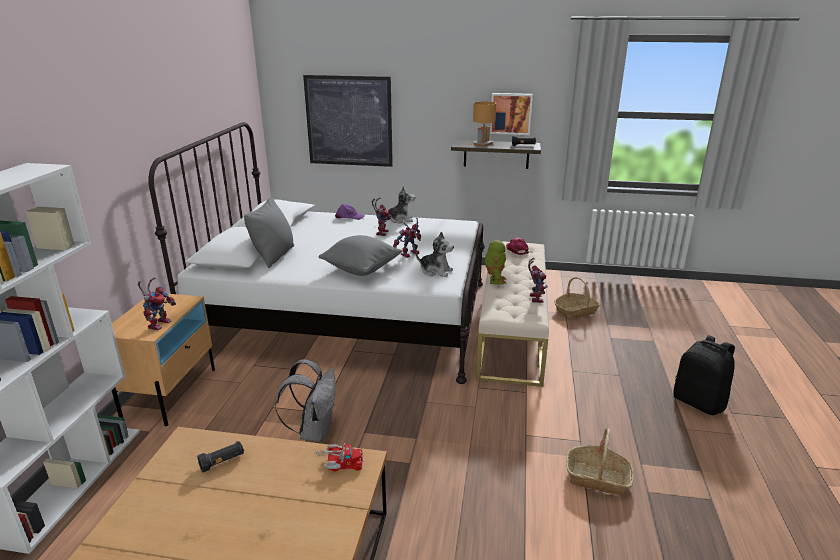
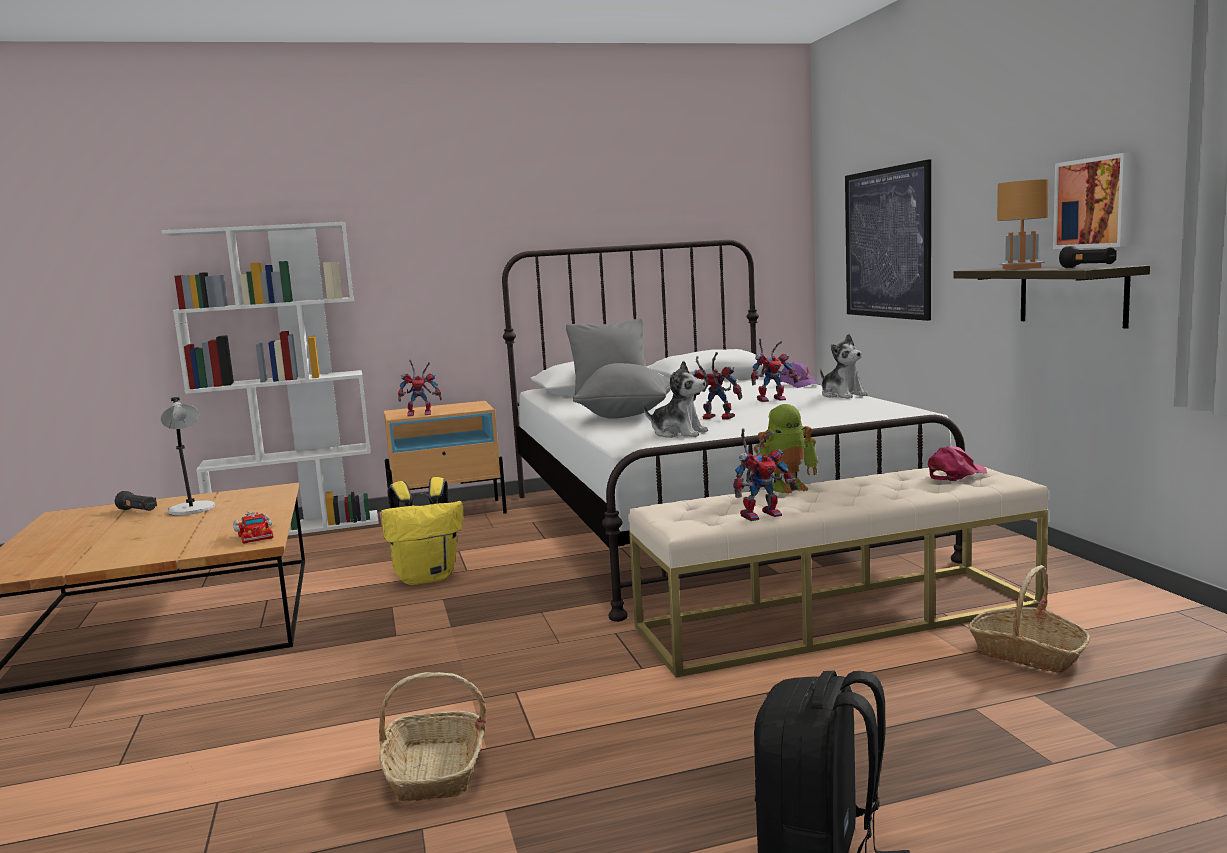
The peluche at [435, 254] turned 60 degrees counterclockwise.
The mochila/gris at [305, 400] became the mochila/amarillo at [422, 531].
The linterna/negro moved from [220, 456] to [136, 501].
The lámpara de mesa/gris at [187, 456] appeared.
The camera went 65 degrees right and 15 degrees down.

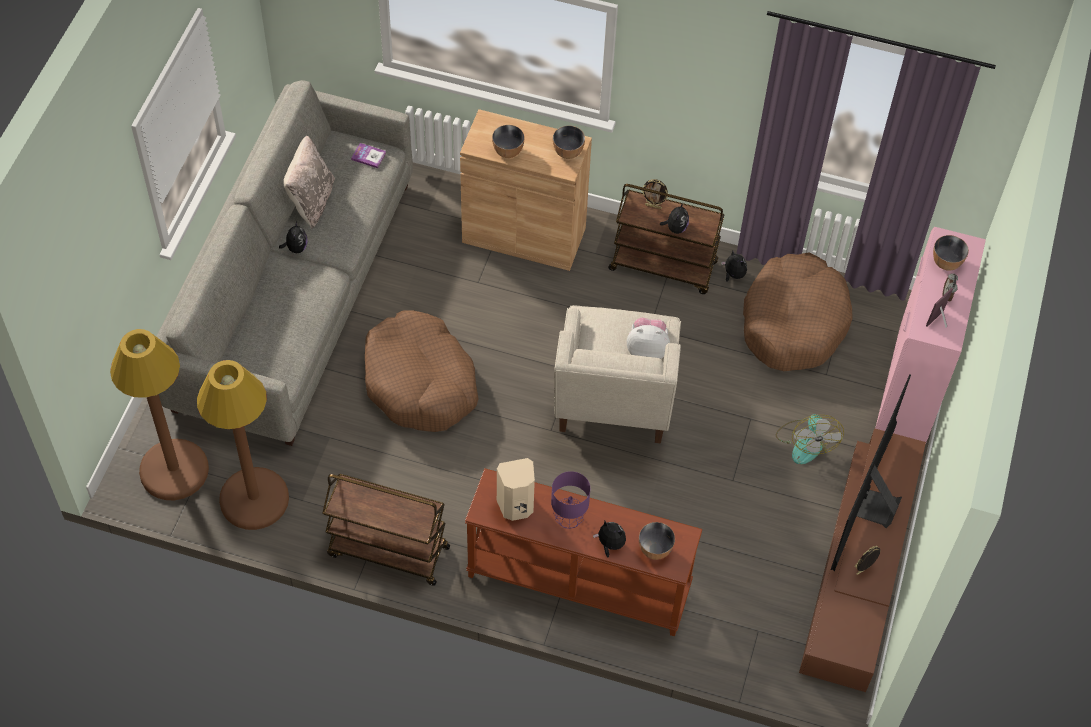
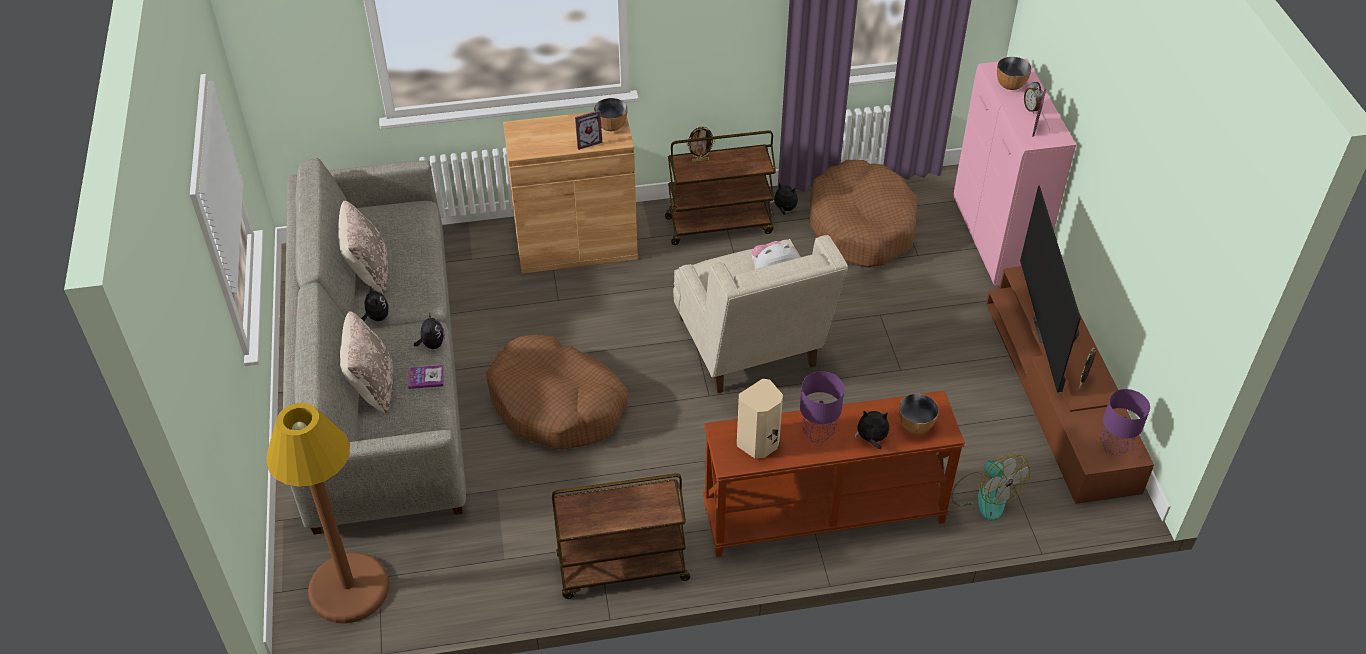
The cuenco at [508, 141] disappeared.
The libro moved from [368, 155] to [426, 377].
The peluche moved from [674, 218] to [429, 331].
The lámpara de pie/marrón at [243, 445] disappeared.
The ventilador moved from [810, 439] to [990, 487].
The portarretratos at [588, 130] appeared.
The cojín/beis at [366, 363] appeared.
The lámpara de mesa/morado at [1125, 422] appeared.
The camera went 25 degrees left and 10 degrees down.

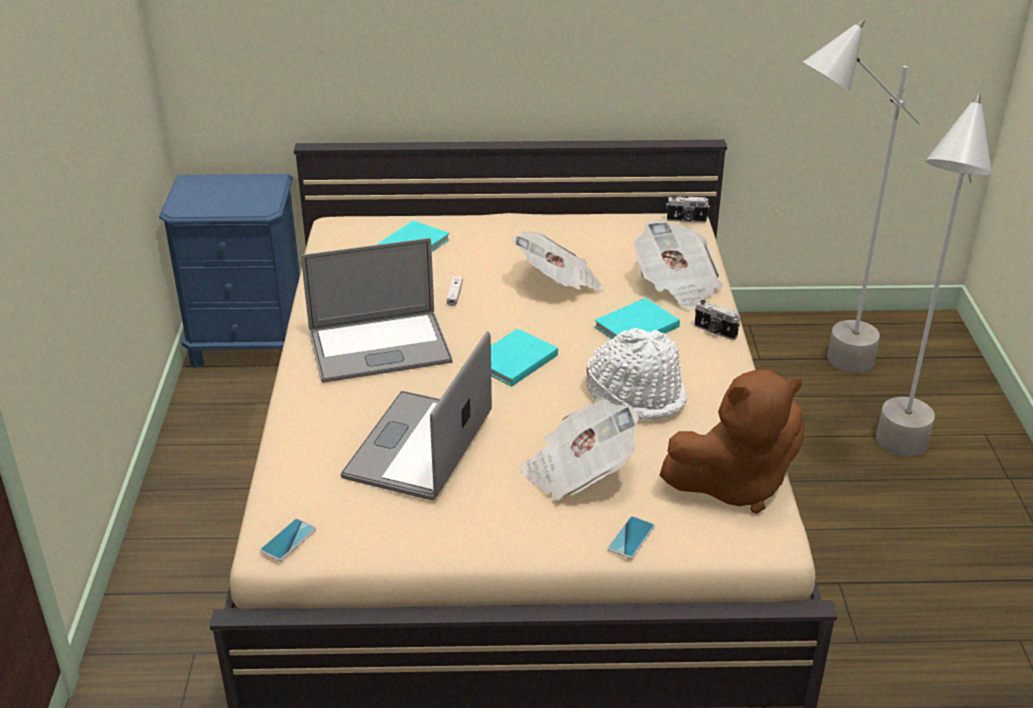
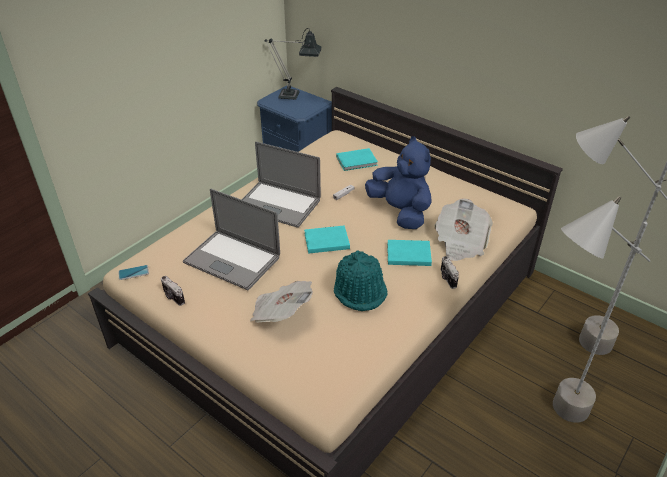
The cámara moved from [688, 209] to [173, 291].
The periódico at [558, 261] was replaced by the peluche/azul at [398, 182].
The sombrero/blanco at [636, 374] became the sombrero/turquesa at [361, 280].
The portátil at [416, 415] turned 120 degrees counterclockwise.
The peluche/marrón at [732, 441] disappeared.
The móvil at [631, 537] disappeared.
The lámpara de mesa at [293, 64] appeared.
The camera went 40 degrees right and 5 degrees up.

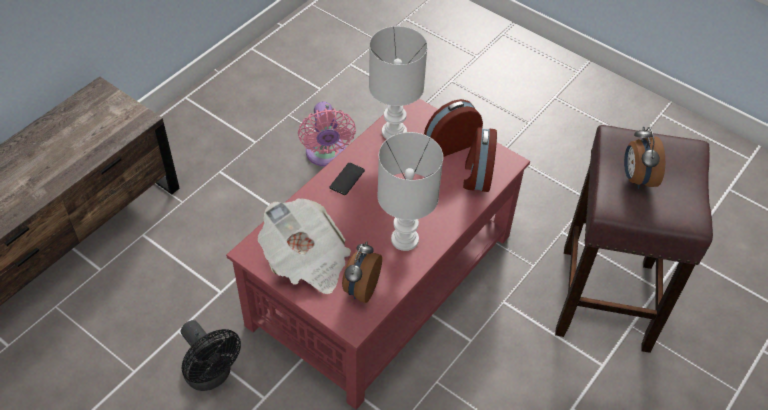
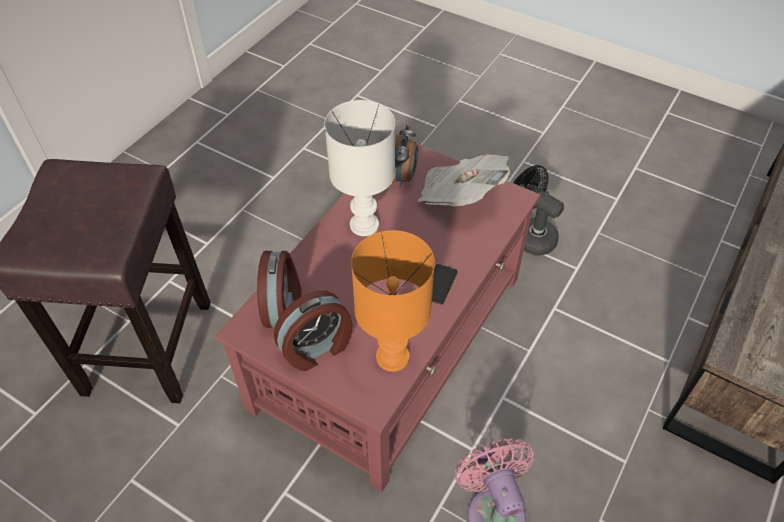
The lámpara de mesa/blanco at [398, 82] became the lámpara de mesa/naranja at [393, 301].
The despertador at [644, 158] disappeared.
The camera went 175 degrees right and 0 degrees up.

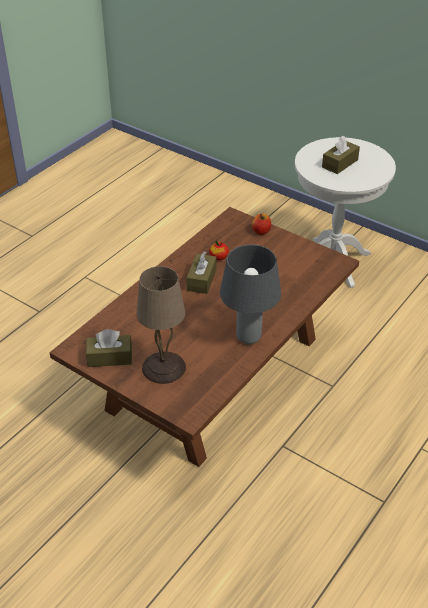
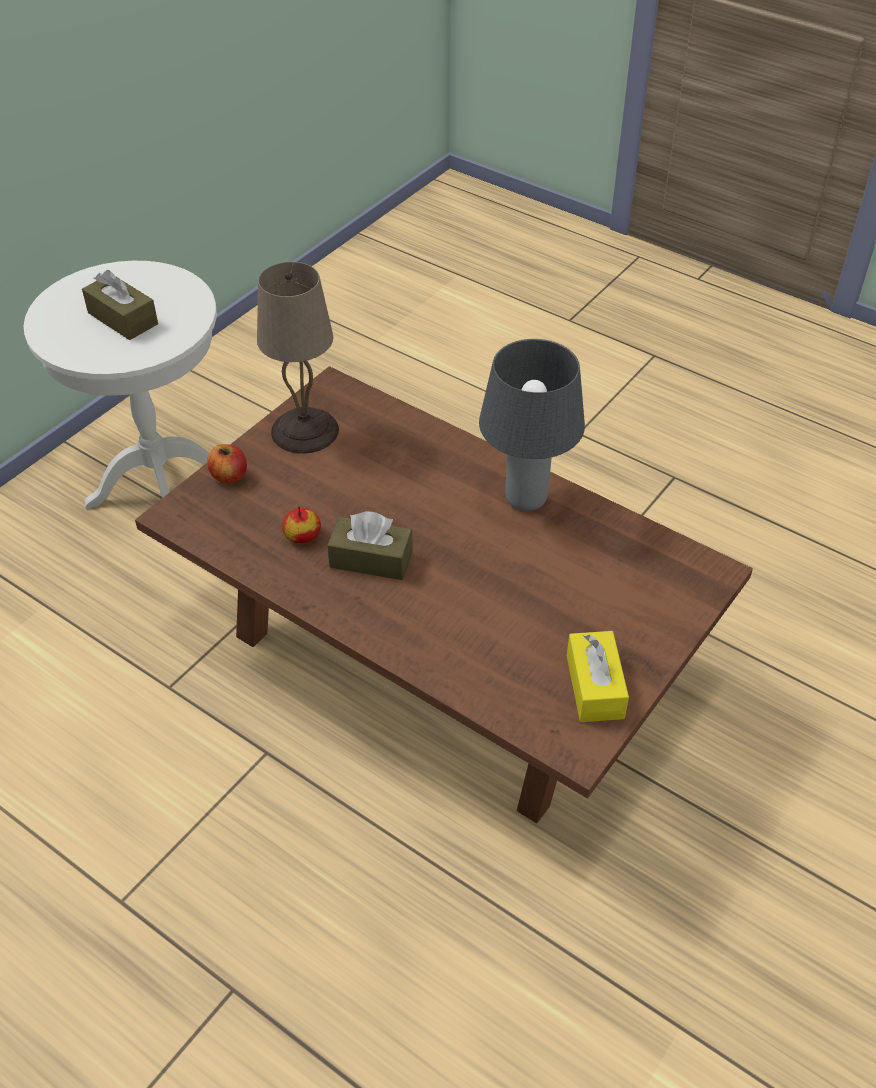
The lámpara de mesa/beis moved from [161, 325] to [298, 358].
The caja de pañuelos/marrón at [109, 348] became the caja de pañuelos/amarillo at [598, 676].
The camera went 90 degrees left and 5 degrees up.

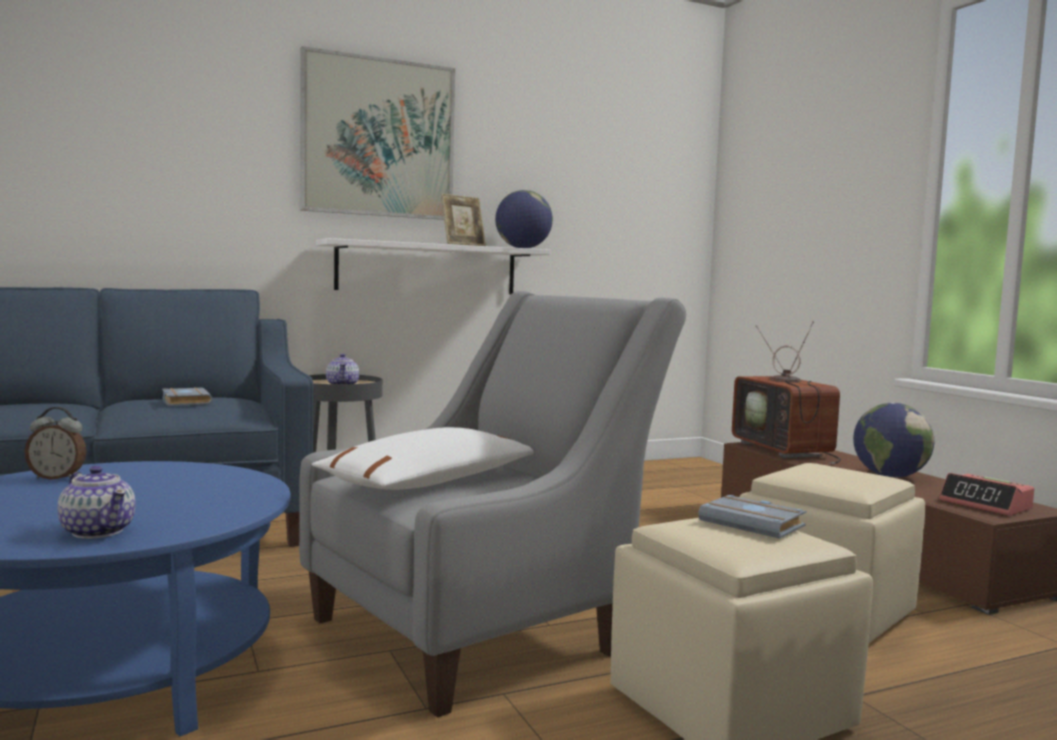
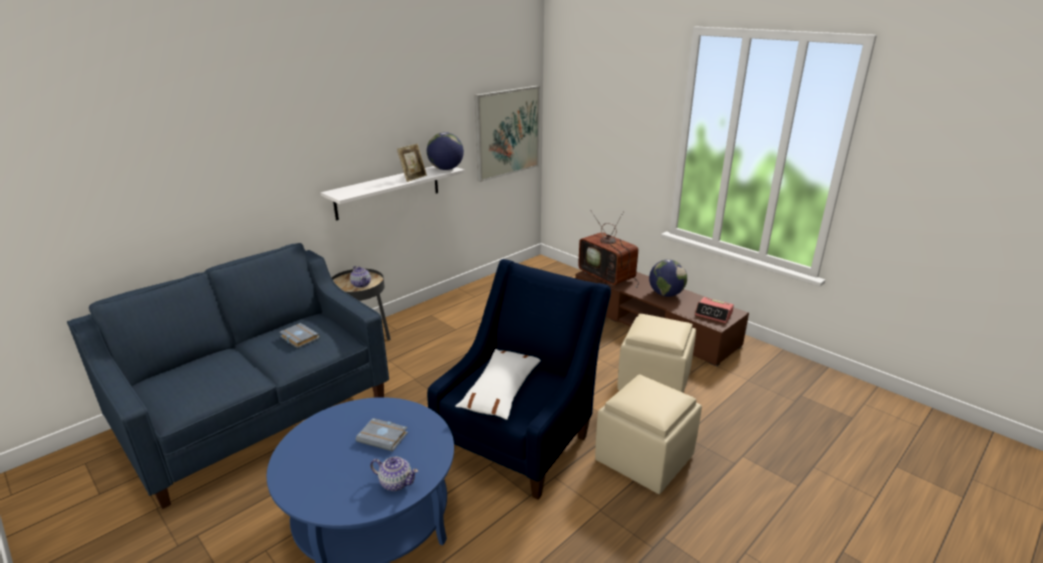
The cuadro moved from [377, 133] to [507, 134].
The sillón/gris at [492, 504] became the sillón/azul at [519, 379].
The despertador at [55, 443] disappeared.
The libro/gris moved from [752, 517] to [382, 435].
The camera went 20 degrees left and 20 degrees up.

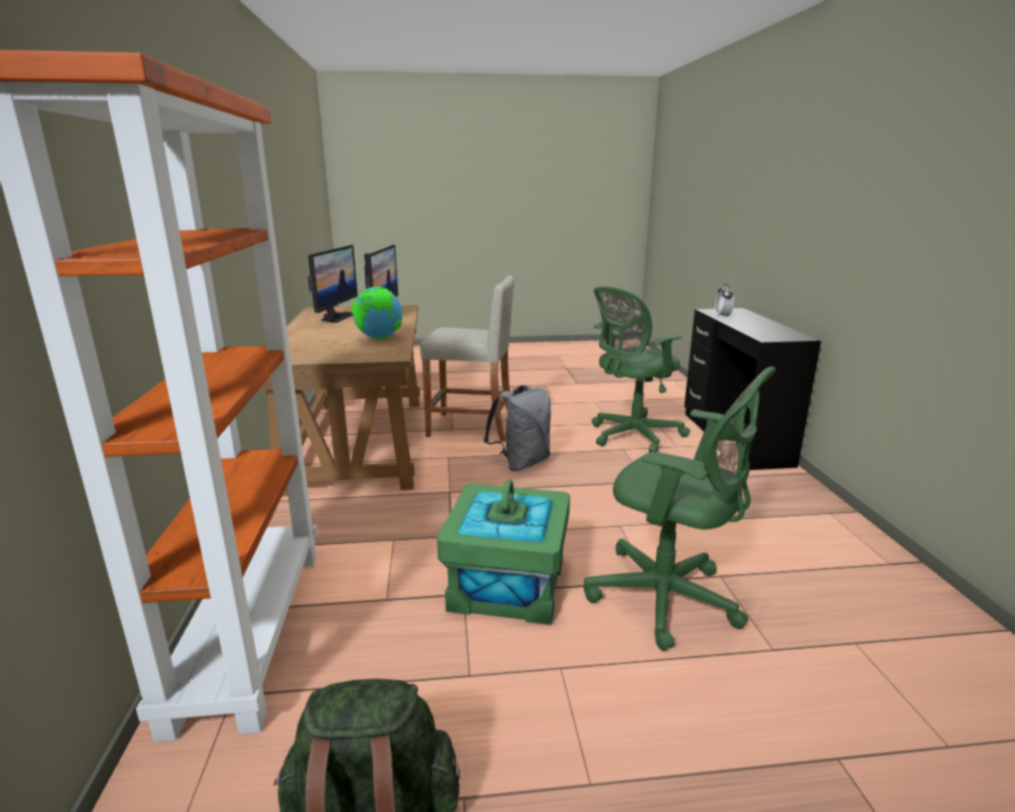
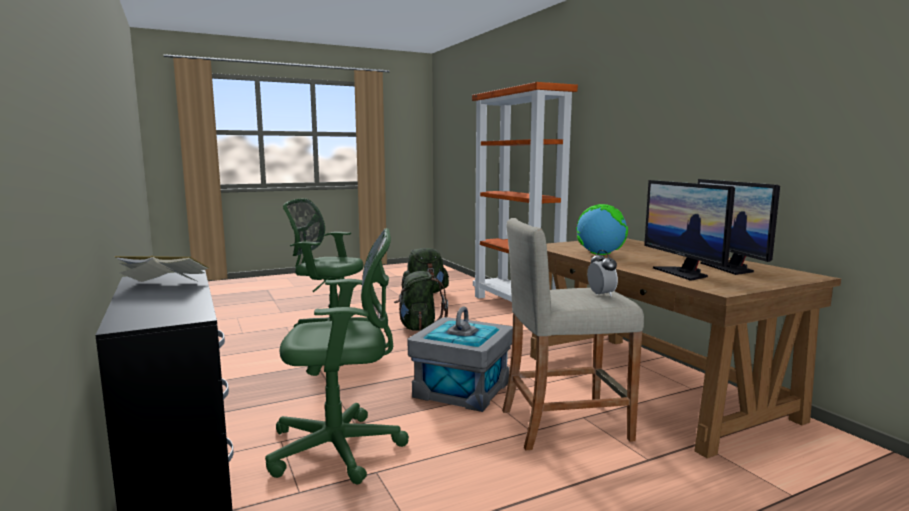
The despertador moved from [724, 301] to [602, 273].
The silla de oficina/verde at [640, 369] turned 45 degrees clockwise.
The mochila/gris at [517, 428] was replaced by the caja de almacenaje/gris at [460, 359].
The caja de almacenaje/verde at [503, 552] was replaced by the mochila/verde at [421, 301].
The libro at [161, 269] appeared.
The camera went 160 degrees right and 10 degrees down.

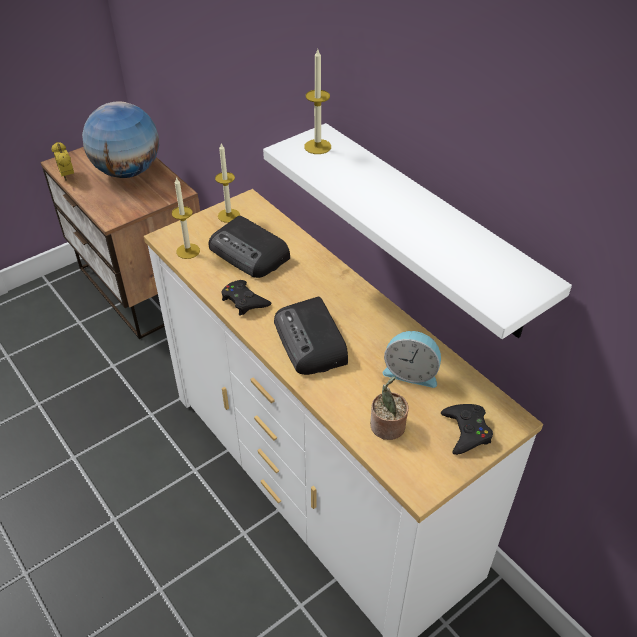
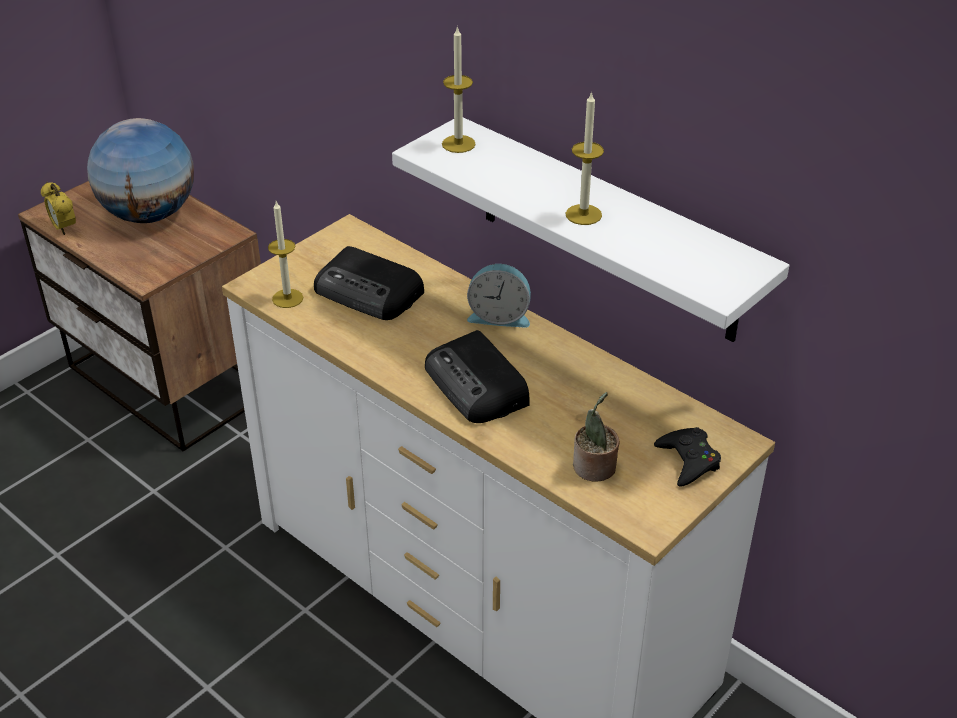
The vela moved from [227, 183] to [585, 158].
The mando de consola/negro at [246, 298] disappeared.
The despertador moved from [412, 359] to [499, 296].
The camera went 10 degrees left and 5 degrees down.

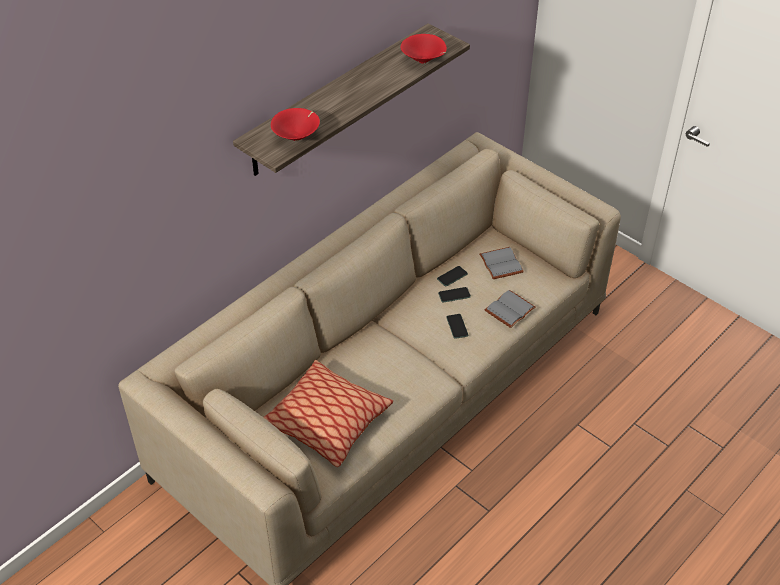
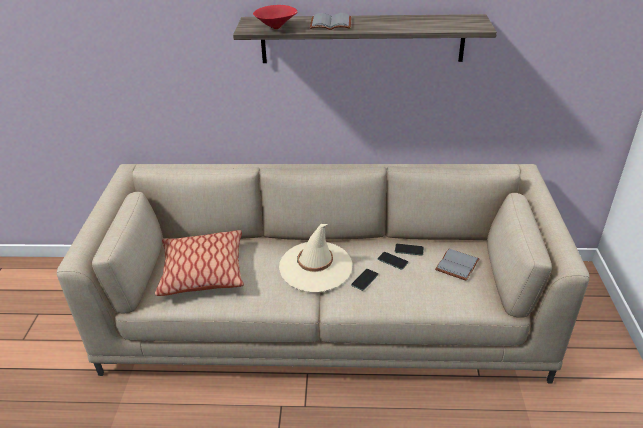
The cuenco/rojo at [424, 48] disappeared.
The libro/gris moved from [510, 309] to [330, 21].
The sombrero/beis at [316, 258] appeared.
The camera went 50 degrees right and 10 degrees down.

